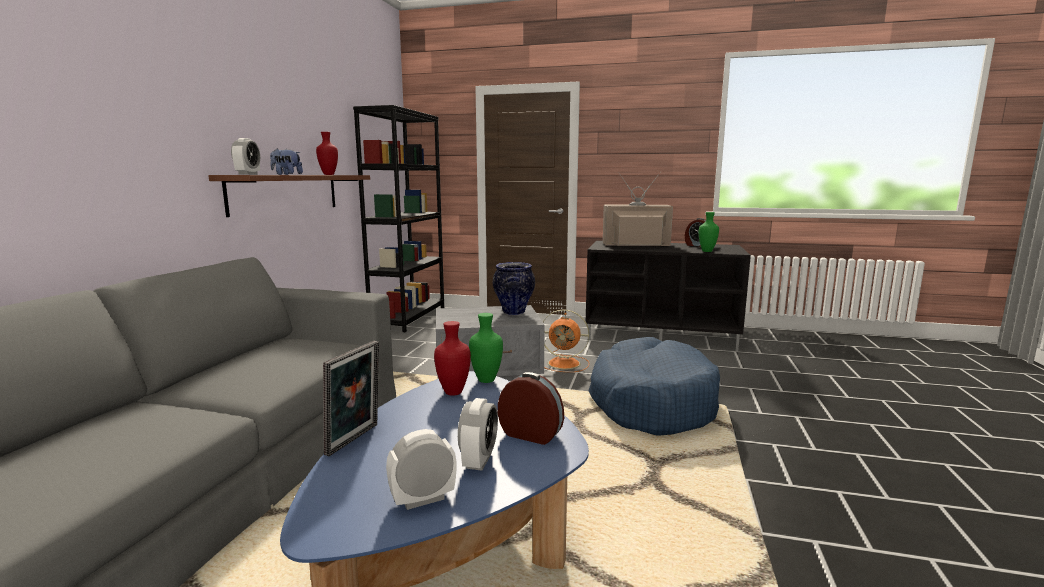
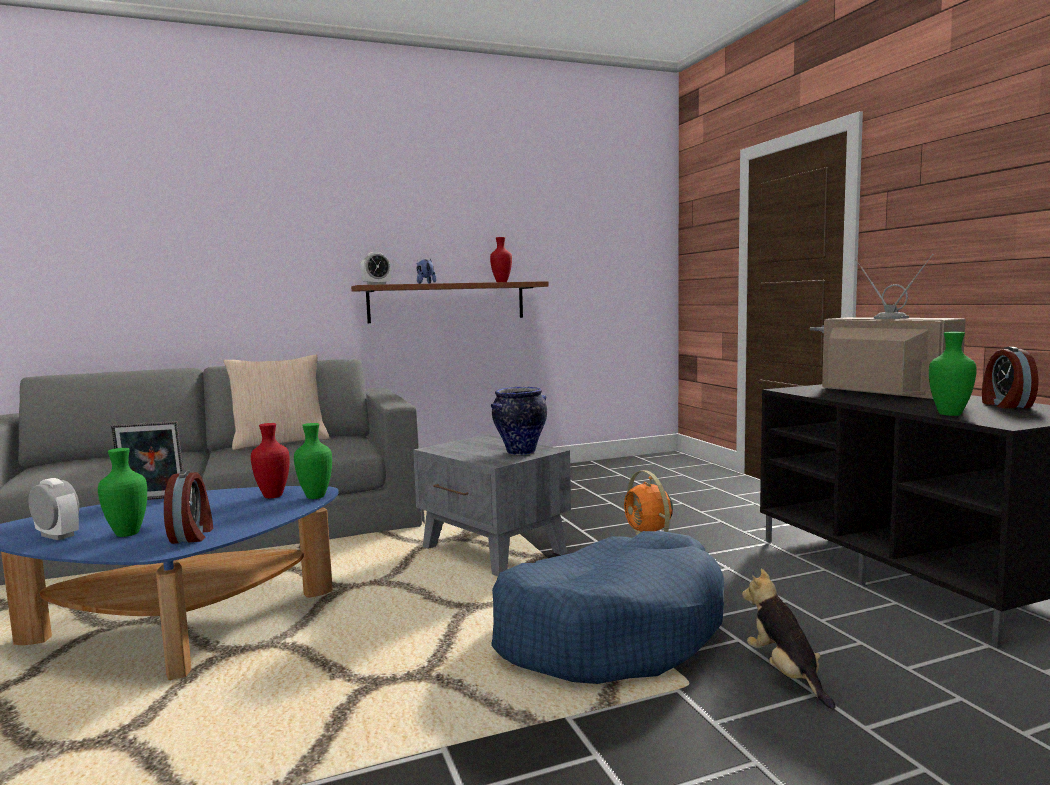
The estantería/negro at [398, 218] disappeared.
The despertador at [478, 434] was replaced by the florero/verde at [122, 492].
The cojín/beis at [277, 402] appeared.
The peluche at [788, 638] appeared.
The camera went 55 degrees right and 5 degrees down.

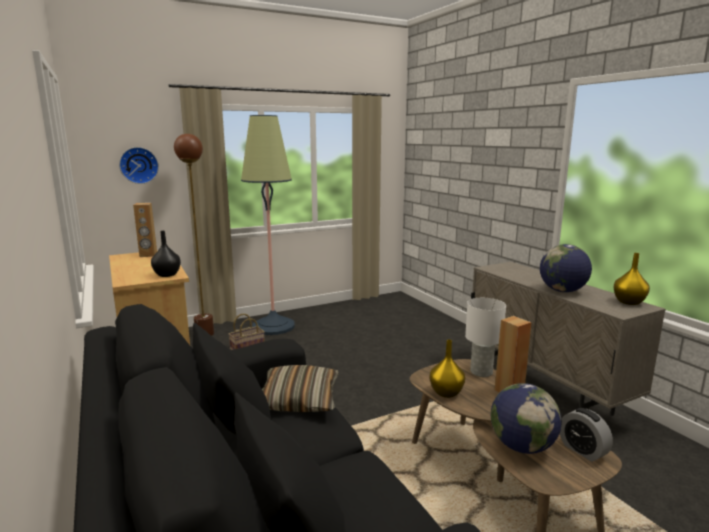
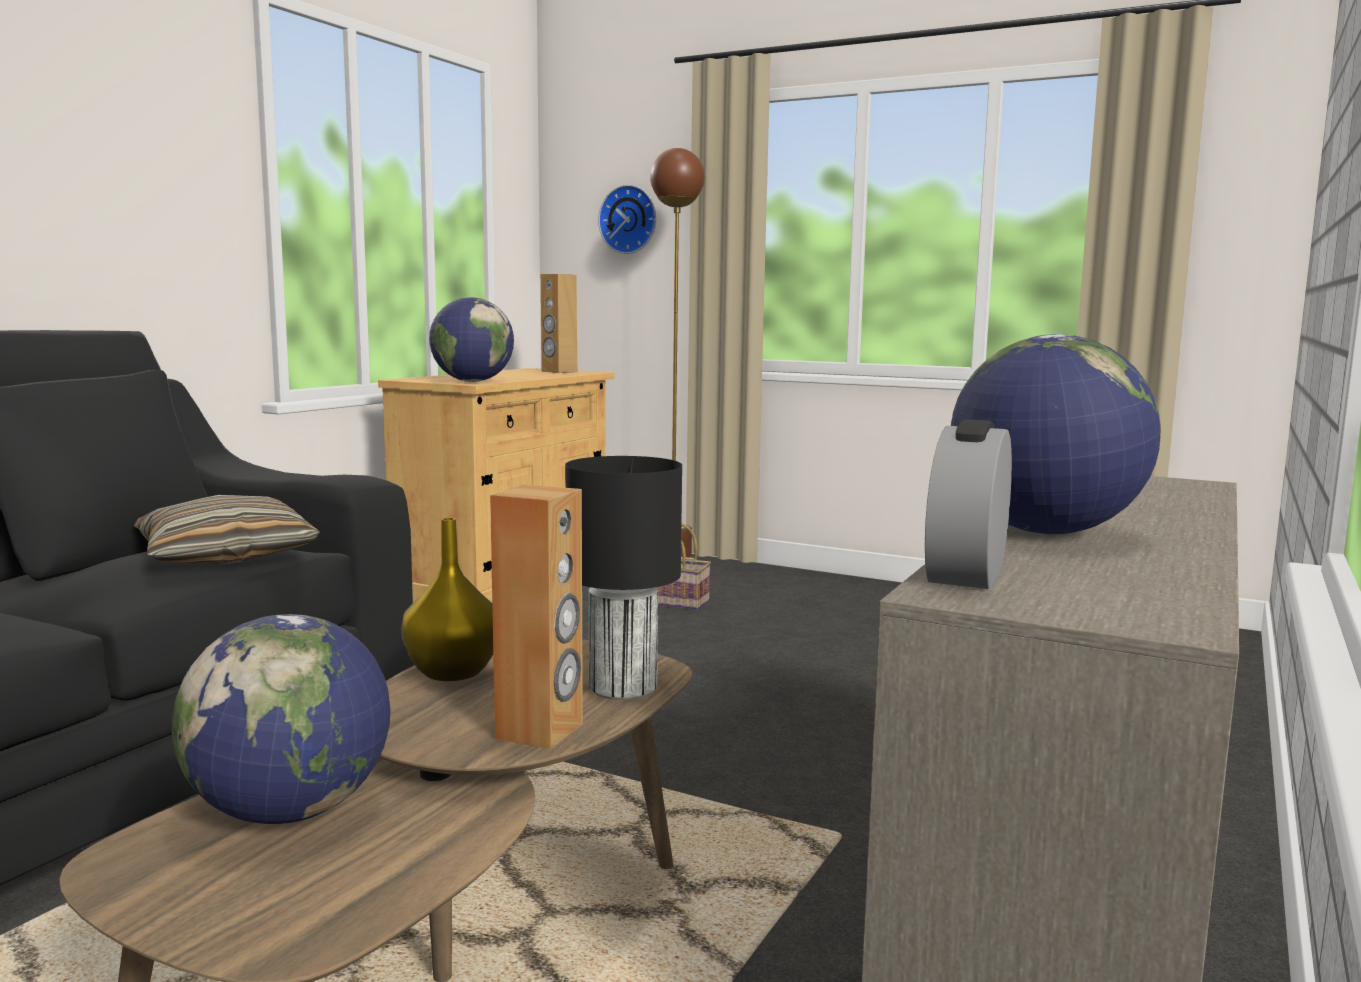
The lámpara de pie at [268, 225] disappeared.
The florero/negro at [166, 254] was replaced by the globo terráqueo at [471, 339].
The florero/amarillo at [631, 279] disappeared.
The lámpara de mesa/blanco at [485, 337] became the lámpara de mesa/negro at [623, 578].
The despertador moved from [586, 435] to [968, 504].
The camera went 55 degrees right and 5 degrees down.

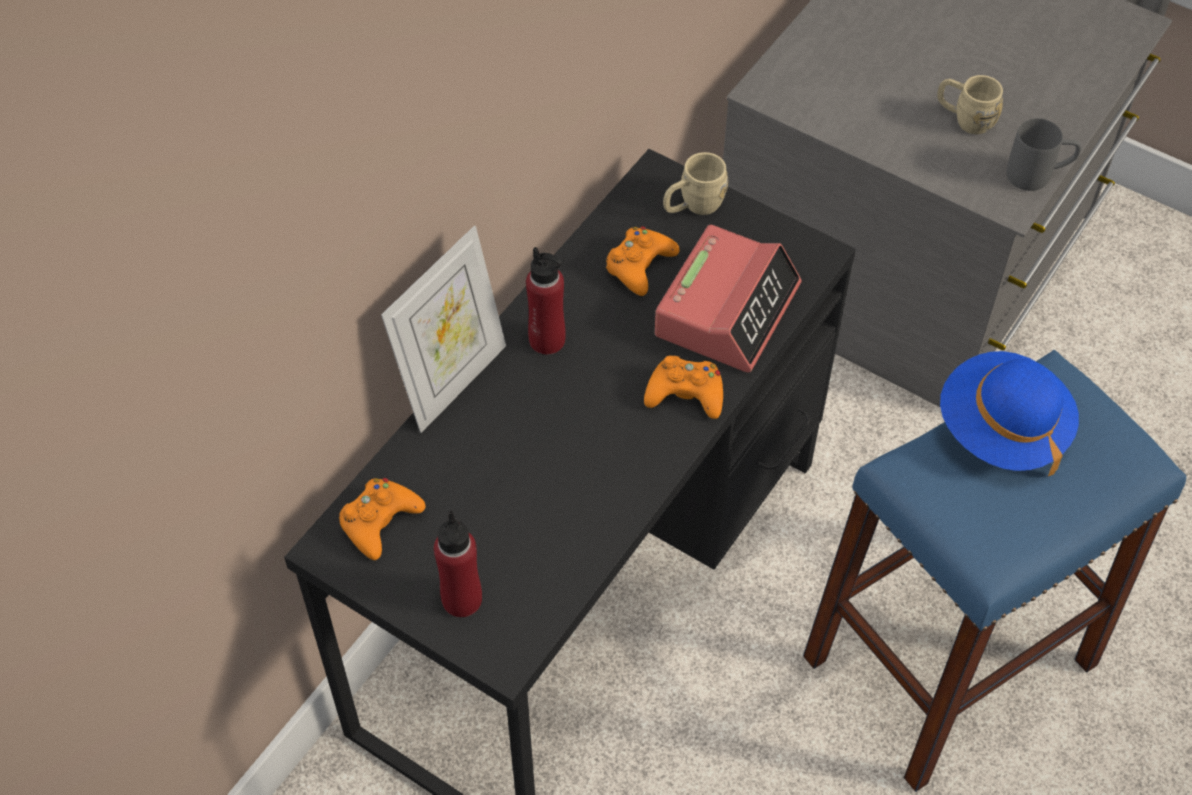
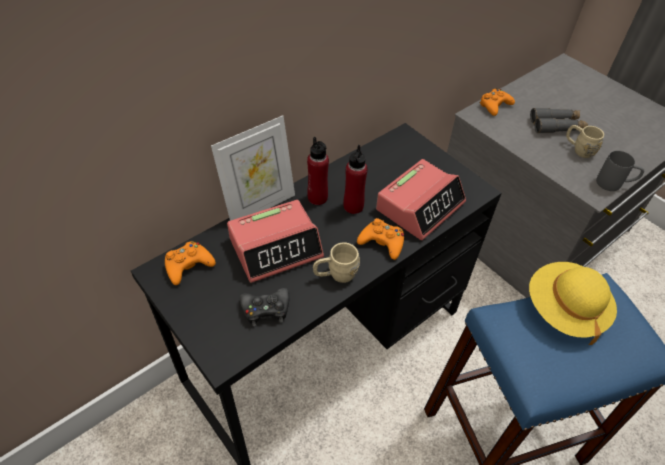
The taza grande/beis moved from [696, 183] to [336, 262].
The mando de consola/naranja moved from [642, 261] to [497, 102].
The sombrero/azul at [1009, 413] became the sombrero/amarillo at [573, 303].
The botella/rojo moved from [458, 564] to [355, 179].
The prismáticos/gris at [559, 120] appeared.
The despertador at [275, 241] appeared.
The mando de consola/negro at [264, 307] appeared.
The camera went 15 degrees right and 5 degrees down.

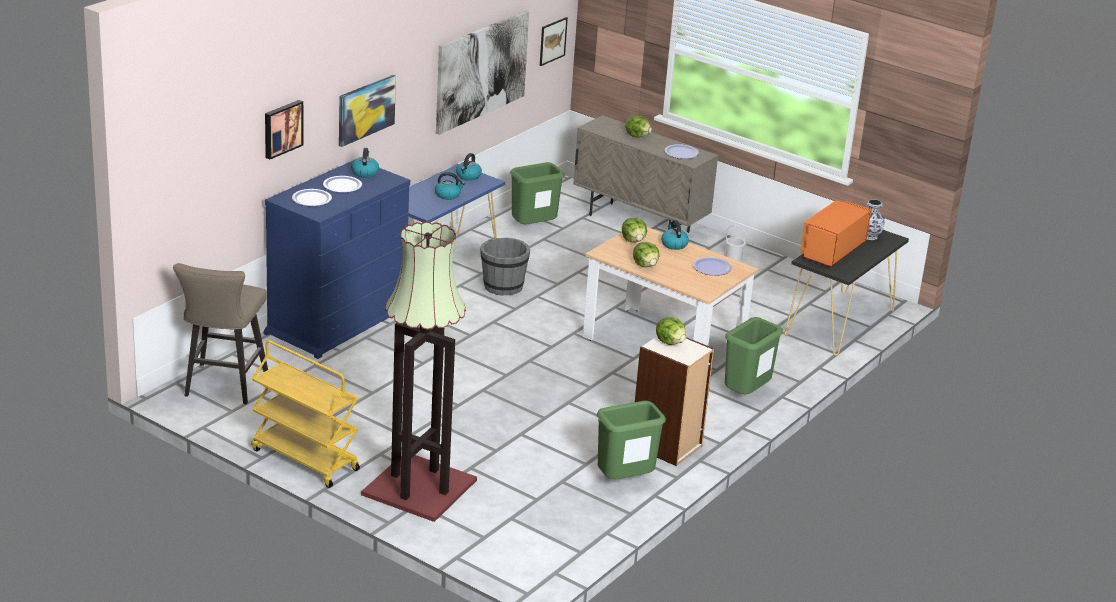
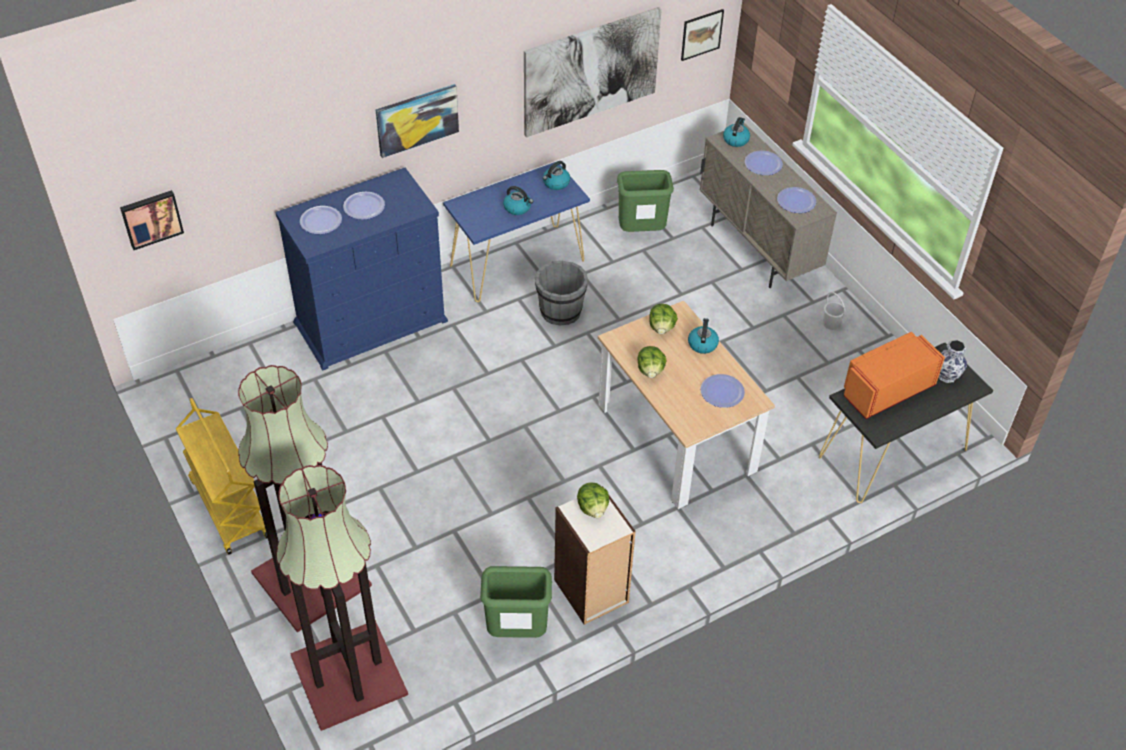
The cuadro moved from [284, 129] to [152, 220].
The lechuga at [638, 127] was replaced by the plato at [764, 163].
The hervidor moved from [365, 163] to [736, 132].
The taburete/beis at [220, 333] disappeared.
The papelera/verde at [754, 355] disappeared.
The lámpara de pie at [342, 598] appeared.
The camera went 25 degrees right and 20 degrees up.

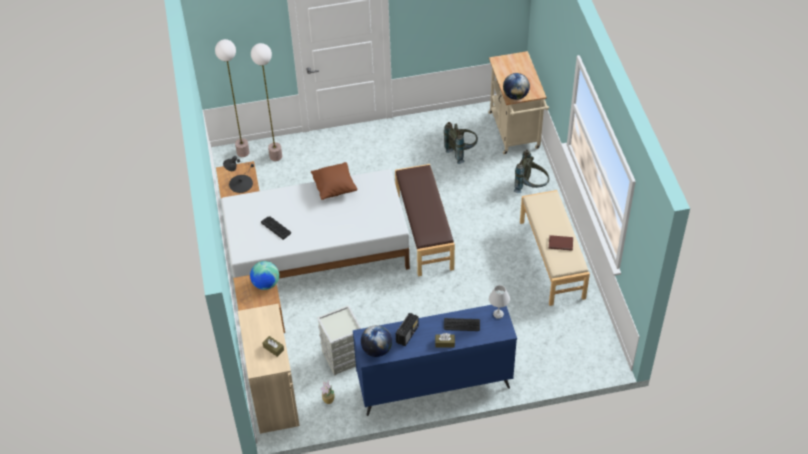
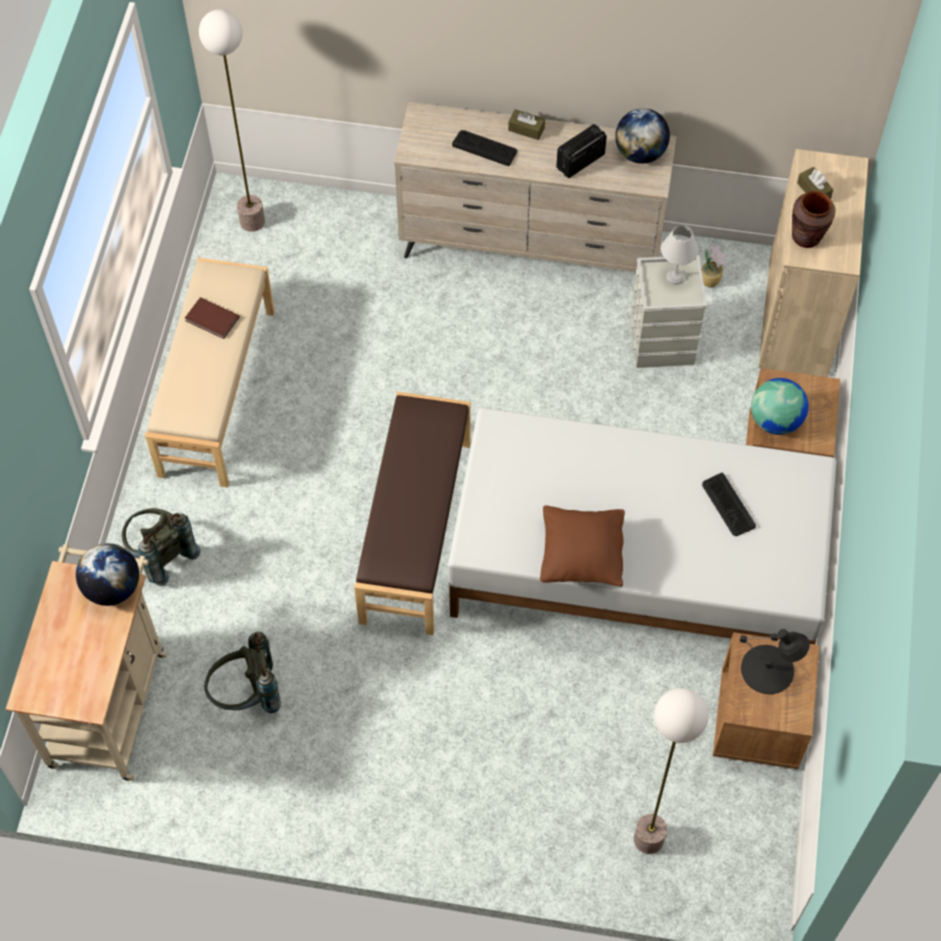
The lámpara de pie moved from [232, 98] to [232, 120].
The lámpara de mesa/blanco moved from [499, 302] to [680, 255].
The cómoda/azul at [435, 360] became the cómoda/beis at [535, 187].
The florero/marrón at [814, 219] appeared.
The camera went 160 degrees left and 10 degrees up.

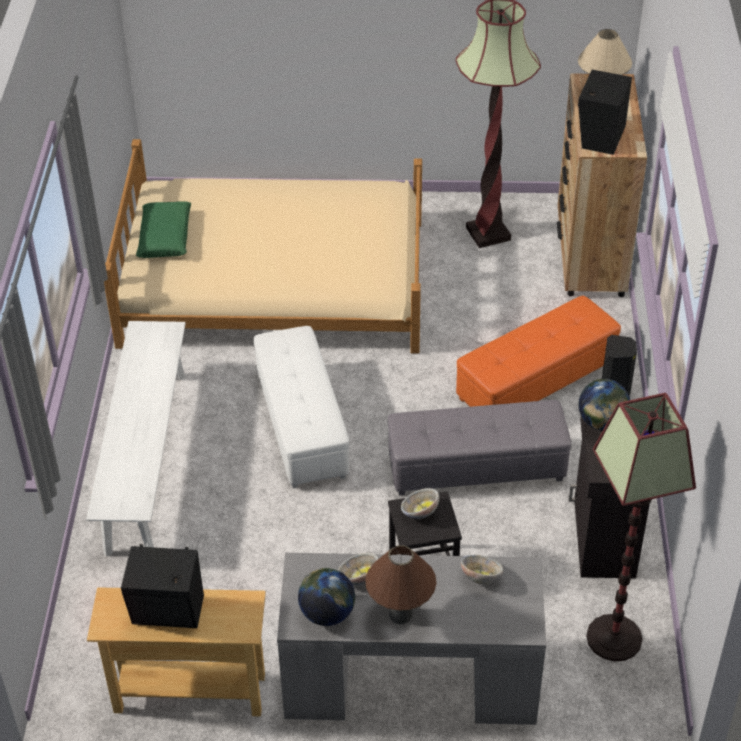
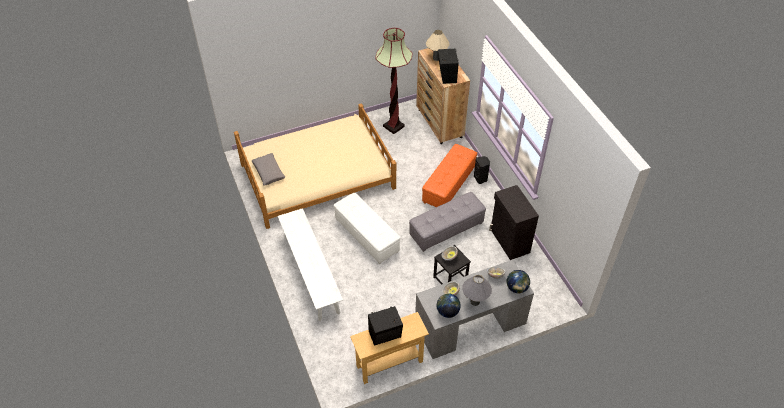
The cojín/verde at [163, 229] became the cojín/gris at [268, 169].
The globo terráqueo moved from [604, 405] to [518, 282].
The lámpara de pie at [641, 527] disappeared.
The lámpara de mesa/marrón at [401, 584] became the lámpara de mesa/gris at [477, 290].
The camera went 25 degrees left and 5 degrees up.

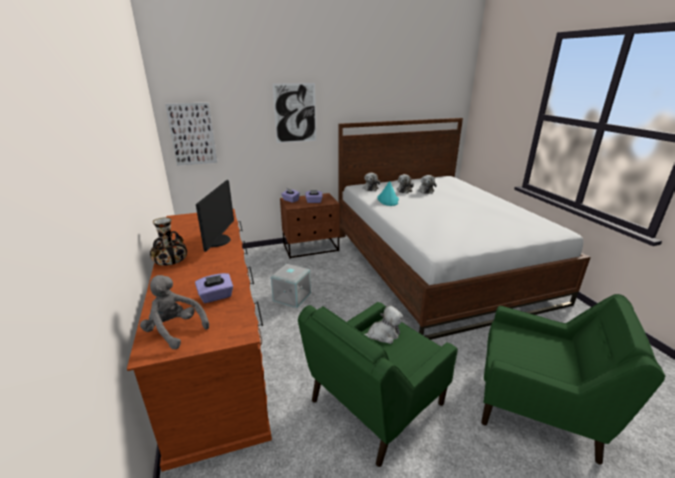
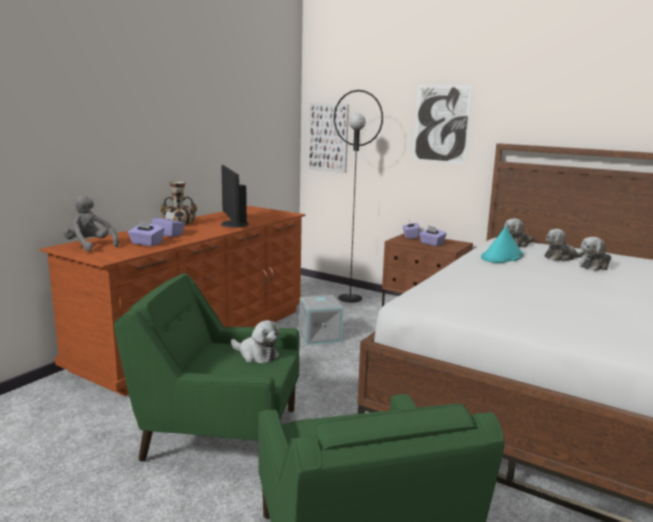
The monitor at [215, 216] turned 105 degrees clockwise.
The peluche/gris at [174, 312] turned 45 degrees counterclockwise.
The lámpara de pie/negro at [358, 196] appeared.
The caja de pañuelos/morado at [168, 224] appeared.
The camera went 50 degrees right and 10 degrees down.

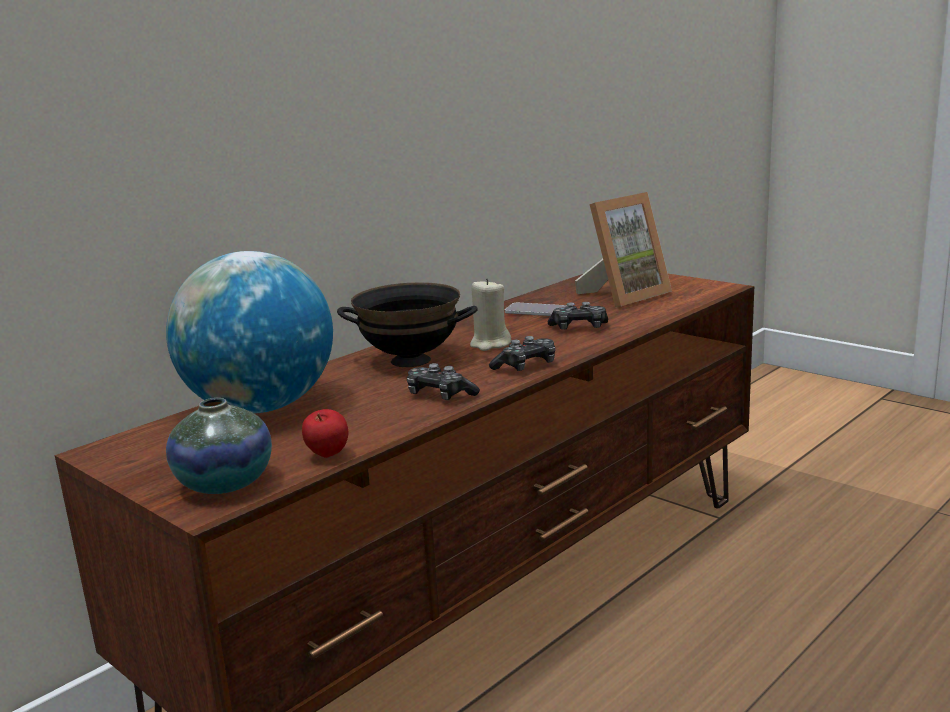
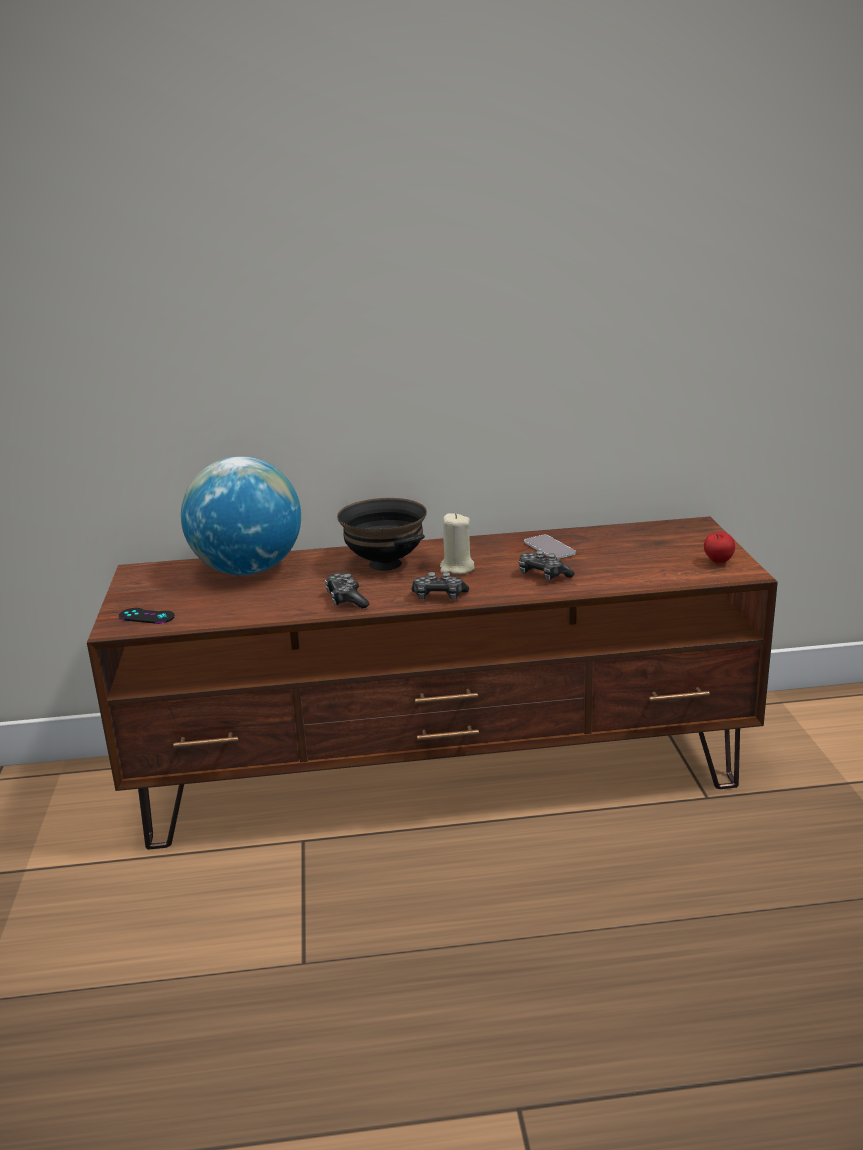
The portarretratos at [623, 249] disappeared.
The florero at [219, 446] was replaced by the mando de consola/negro at [147, 616].
The manzana moved from [325, 433] to [719, 548].
The camera went 40 degrees right and 5 degrees up.

